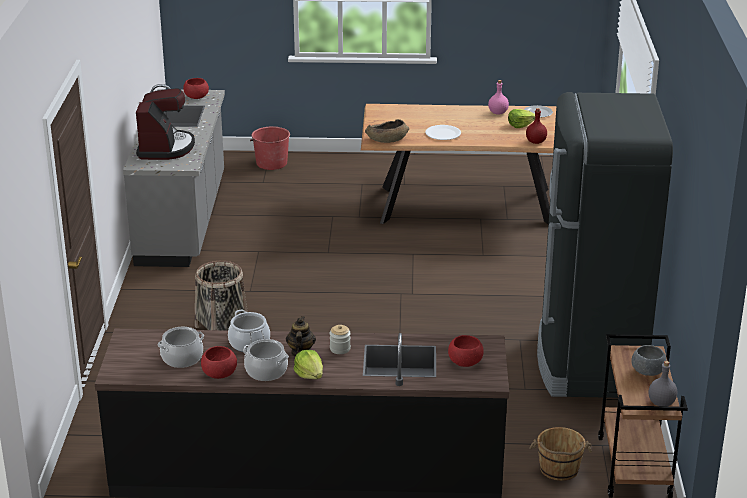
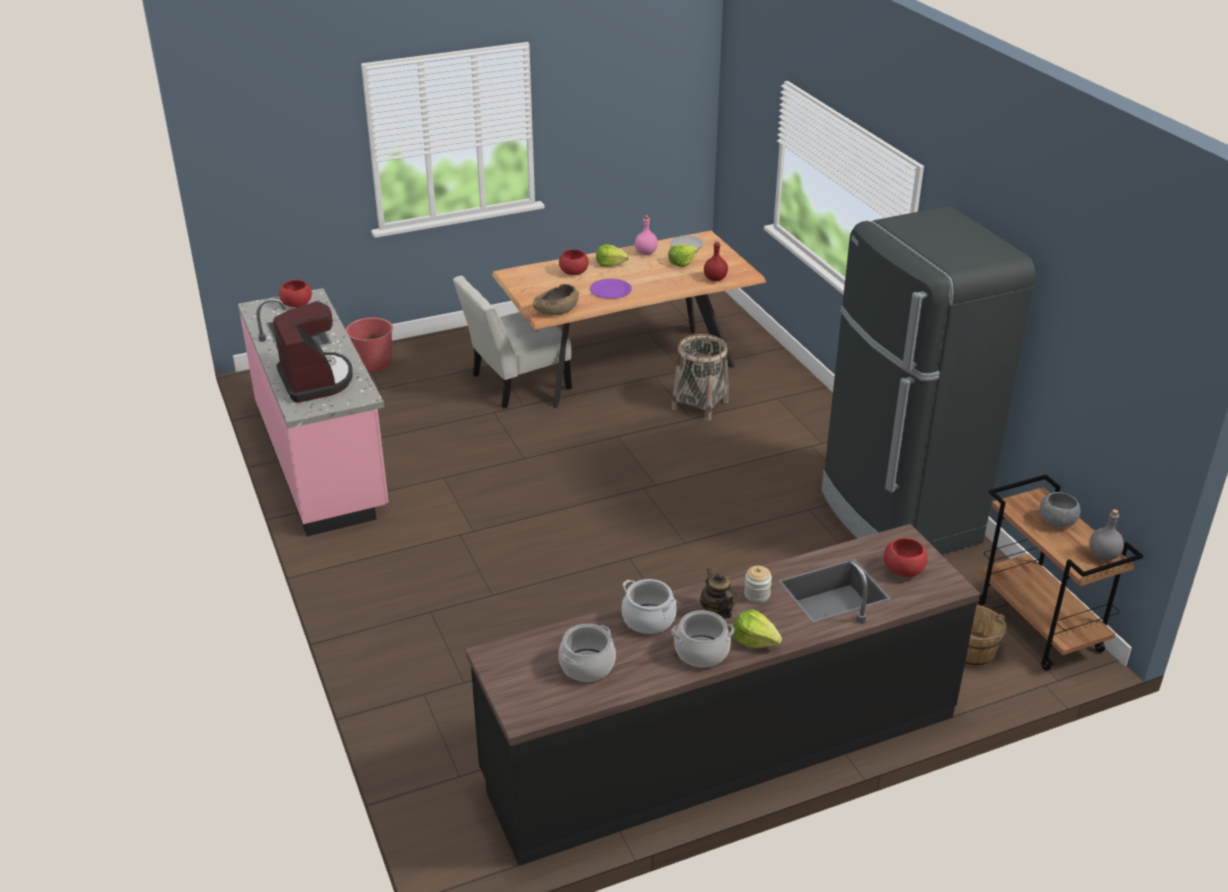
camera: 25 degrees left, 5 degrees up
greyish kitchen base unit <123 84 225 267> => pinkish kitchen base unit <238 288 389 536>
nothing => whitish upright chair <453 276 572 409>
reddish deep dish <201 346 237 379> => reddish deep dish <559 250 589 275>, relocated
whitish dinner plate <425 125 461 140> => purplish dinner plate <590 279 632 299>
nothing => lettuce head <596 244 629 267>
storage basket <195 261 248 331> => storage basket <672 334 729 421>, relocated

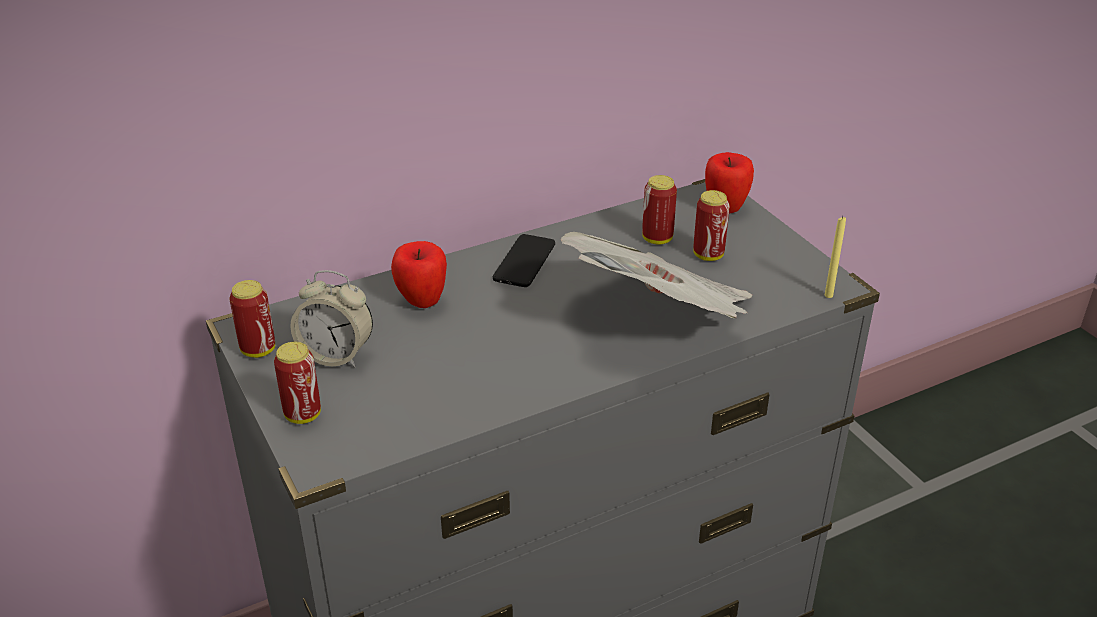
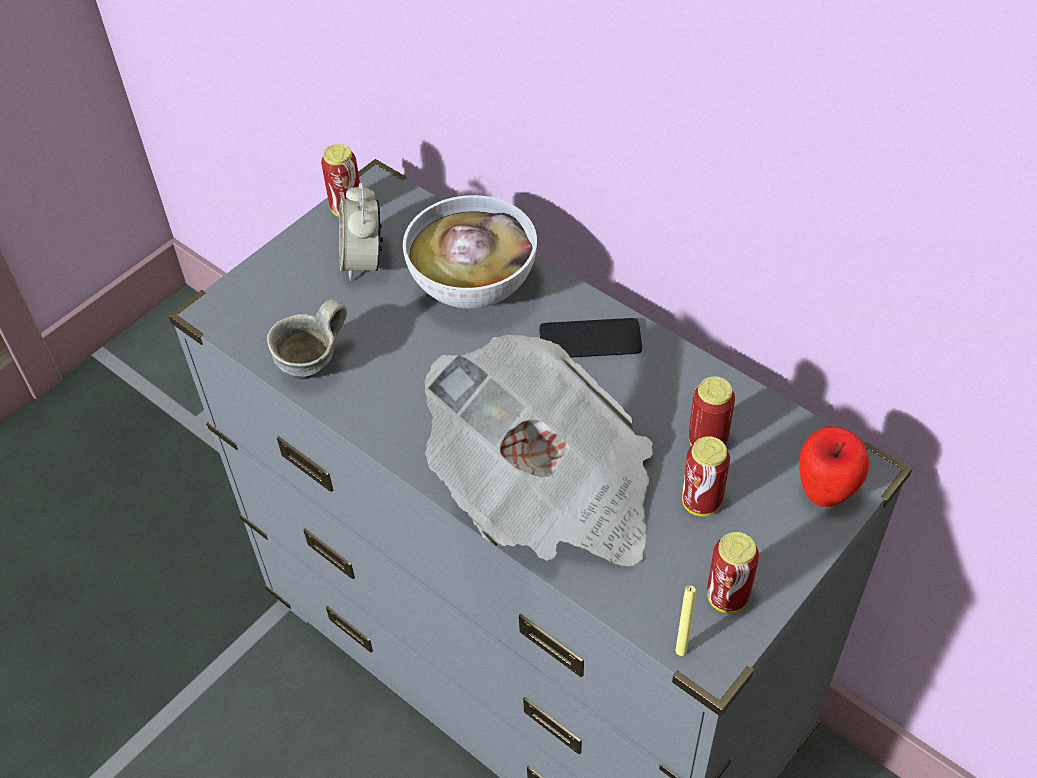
camera: 70 degrees right, 15 degrees up
nothing => greyish mug <267 299 347 379>
whole apple <391 241 447 308> => deep dish <403 195 537 309>
metal can <274 342 321 424> => metal can <707 532 759 613>, relocated

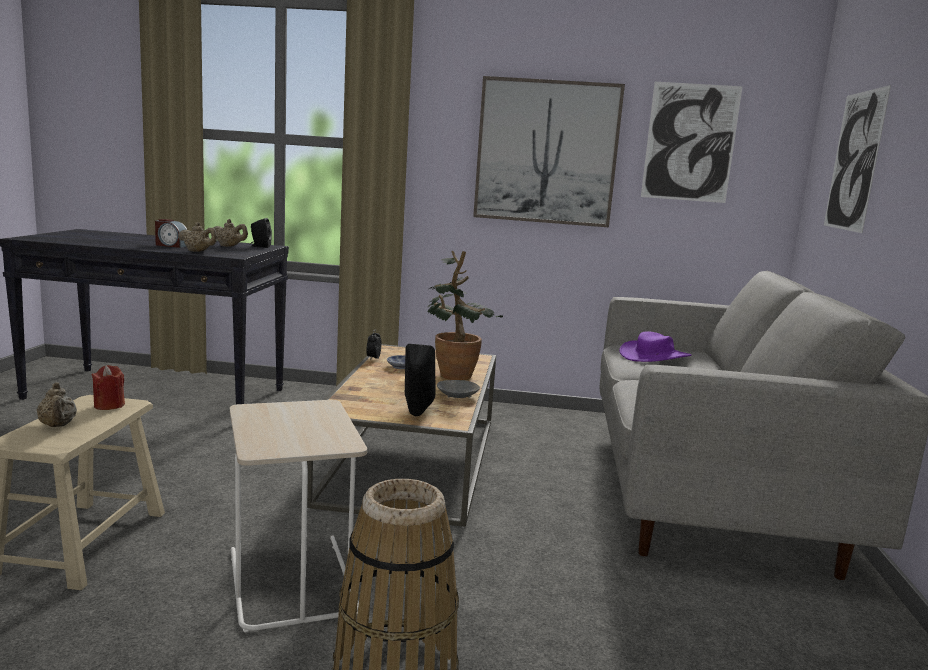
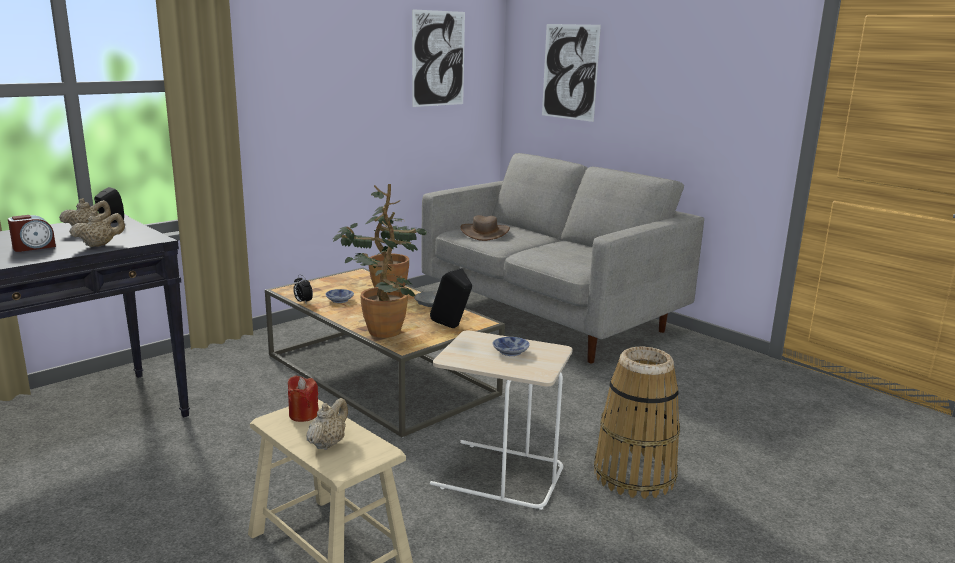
camera: 50 degrees left, 5 degrees up
beige tea pot <36 382 77 427> => beige tea pot <307 398 348 450>, 75 degrees counterclockwise
nothing => plant in a pot <345 207 418 338>
purplish clothing hat <619 332 691 362> => brownish clothing hat <460 215 510 241>
nothing => deep dish <493 337 530 356>
wall picture <473 76 625 227> => nothing

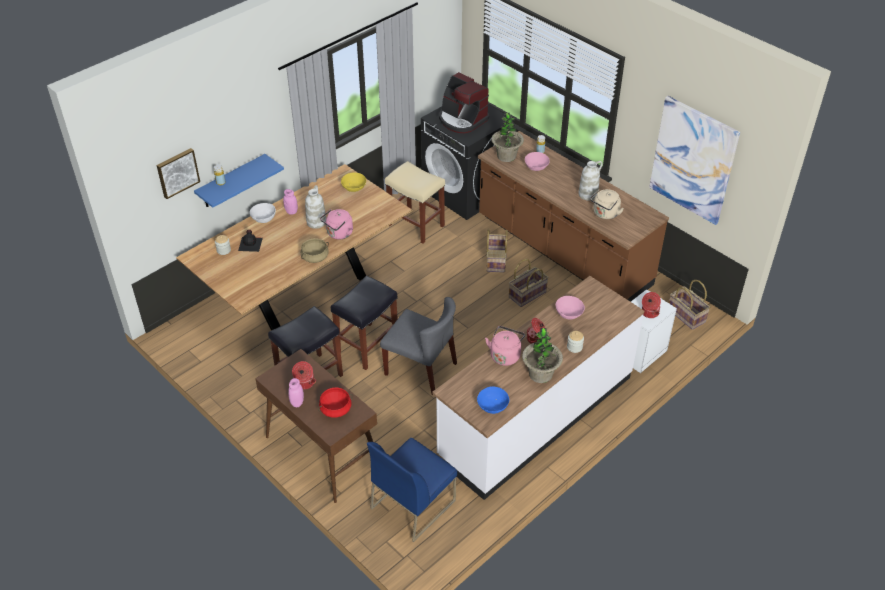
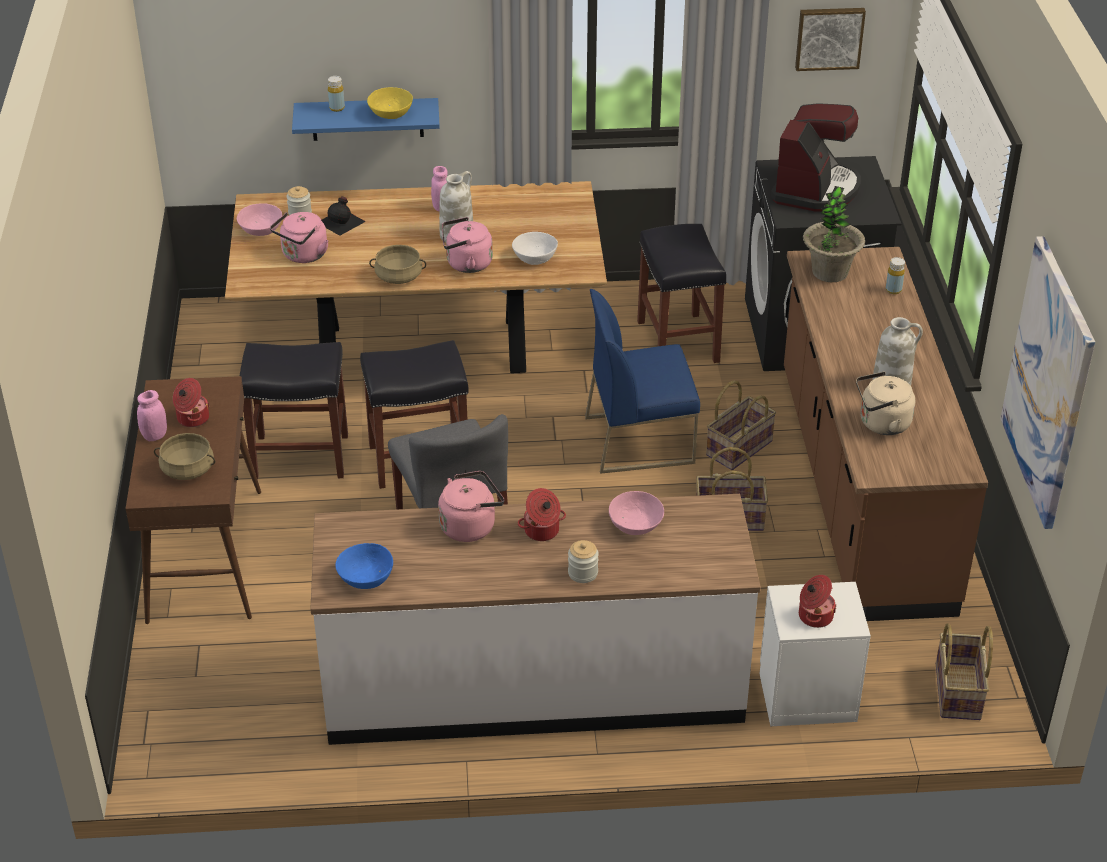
camera: 40 degrees right, 5 degrees down
reddish cooking pot <318 388 353 418> => beige cooking pot <154 433 215 480>
pinkish deep dish <525 152 550 171> => pinkish deep dish <237 203 282 236>, relocated
nothing => pinkish tea kettle <270 212 329 263>
yellow-coloured deep dish <341 173 366 192> => yellow-coloured deep dish <367 87 413 119>, relocated
whitish deep dish <250 203 276 223> => whitish deep dish <512 232 558 265>, relocated
blue-coloured upright chair <367 438 457 542> => blue-coloured upright chair <585 289 700 474>, relocated
beige stool <385 161 445 244> => black stool <637 224 726 363>
coffee machine <439 72 489 133> => coffee machine <771 103 861 211>, 150 degrees counterclockwise
wall picture <157 148 200 199> => wall picture <795 8 866 71>, relocated
plant in a pot <522 328 563 383> => nothing

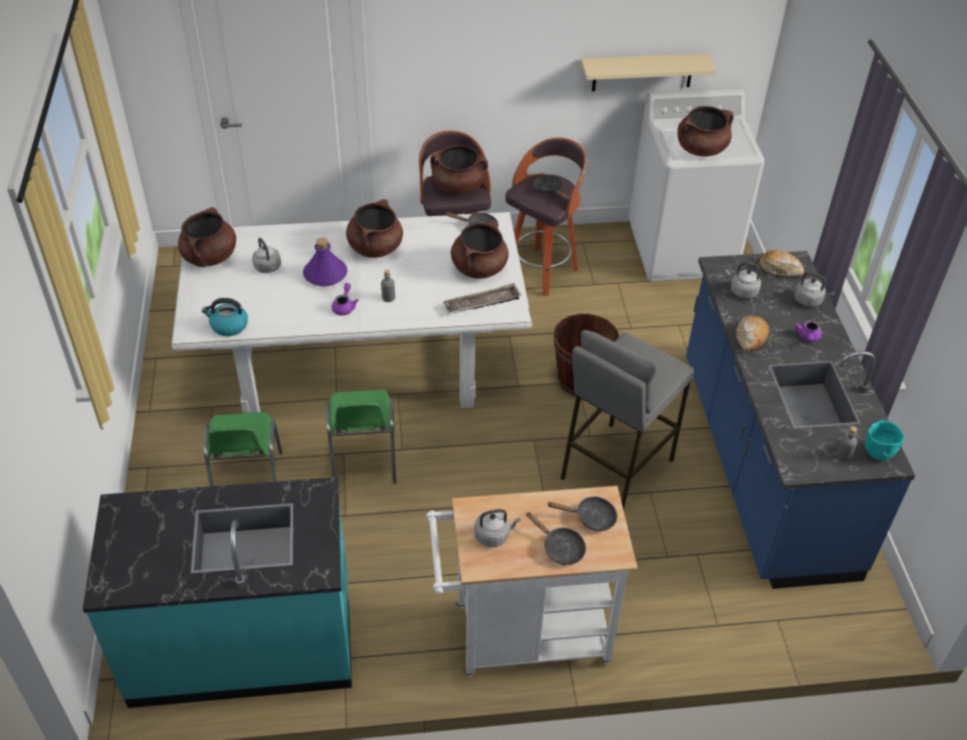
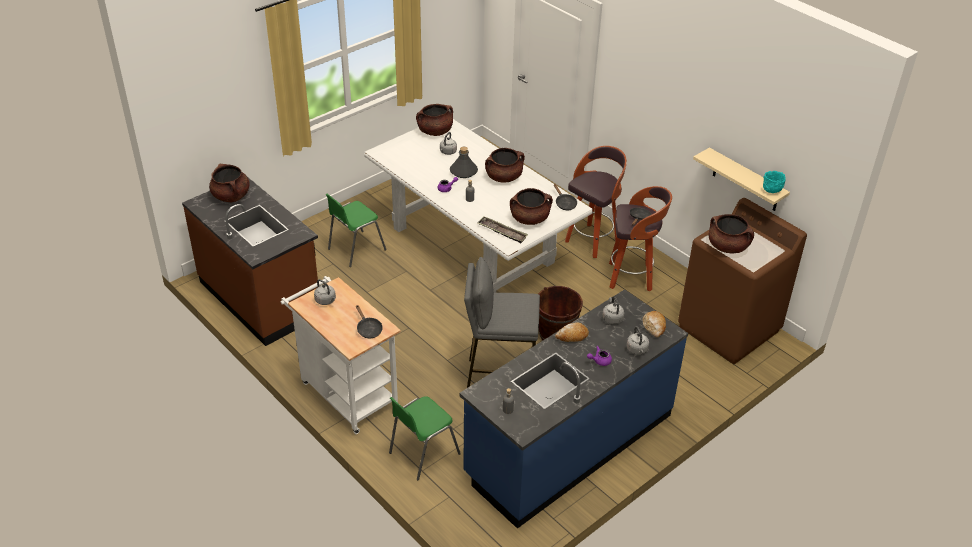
camera: 55 degrees right, 5 degrees down
blue-green kitchen base unit <83 477 352 708> => brownish kitchen base unit <182 178 318 346>
brownish cooking pot <430 145 488 194> => brownish cooking pot <209 164 250 202>, relocated
green-coloured upright chair <325 389 396 484> => green-coloured upright chair <389 396 461 480>, relocated
purplish bottle <303 238 347 286> => greyish bottle <450 147 478 178>
whitish laundry machine <629 88 764 281> => brownish laundry machine <678 198 807 364>
blue-green deep dish <865 420 904 460> => blue-green deep dish <763 171 786 193>, relocated
tea kettle <202 298 248 336> => nothing
black frying pan <526 512 586 565> => nothing

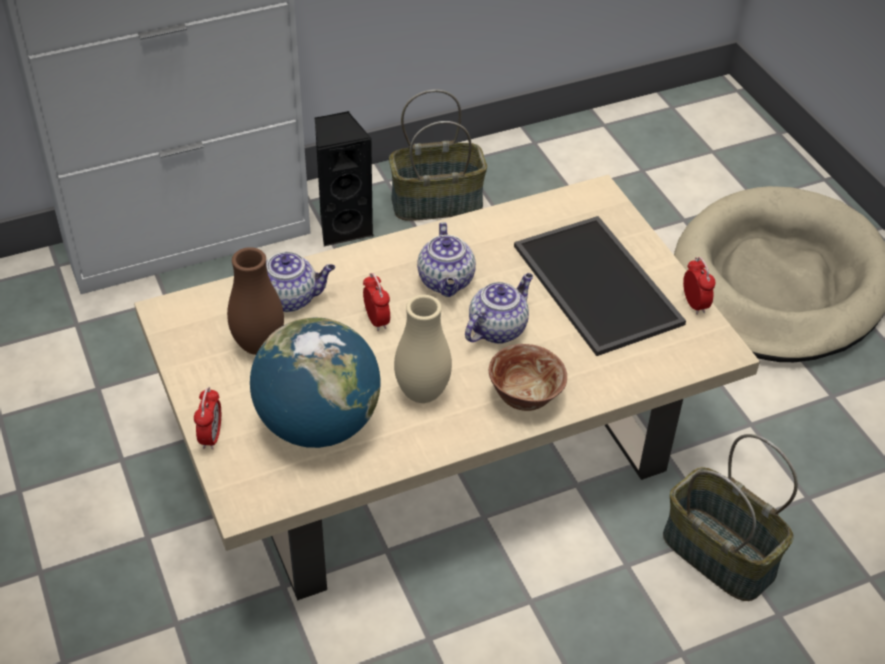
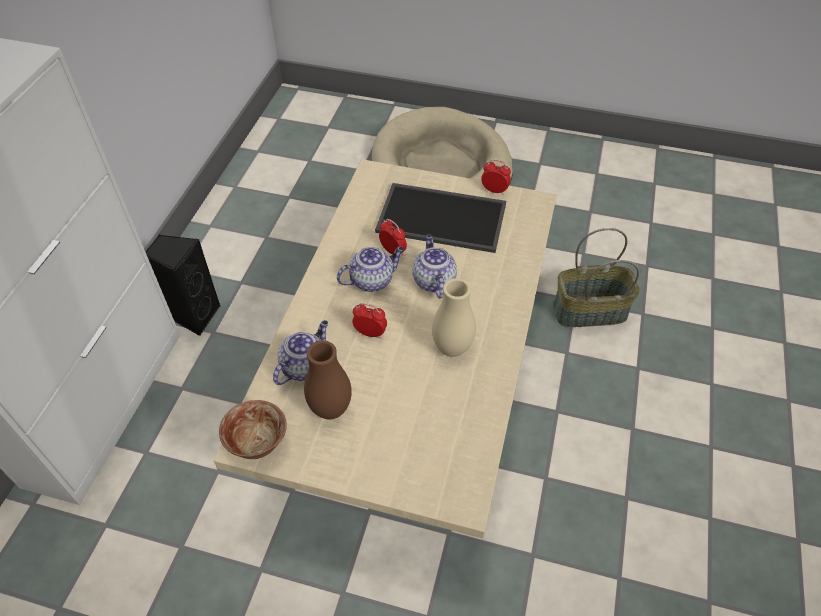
camera: 50 degrees left, 5 degrees up
deep dish <489 344 567 411> => deep dish <219 400 287 459>, relocated
tea pot <417 222 476 297> => tea pot <337 246 404 292>, 60 degrees counterclockwise
alarm clock <194 387 221 450> => alarm clock <379 219 407 255>, relocated
world globe <250 317 380 448> => nothing
storage basket <389 89 487 221> => nothing

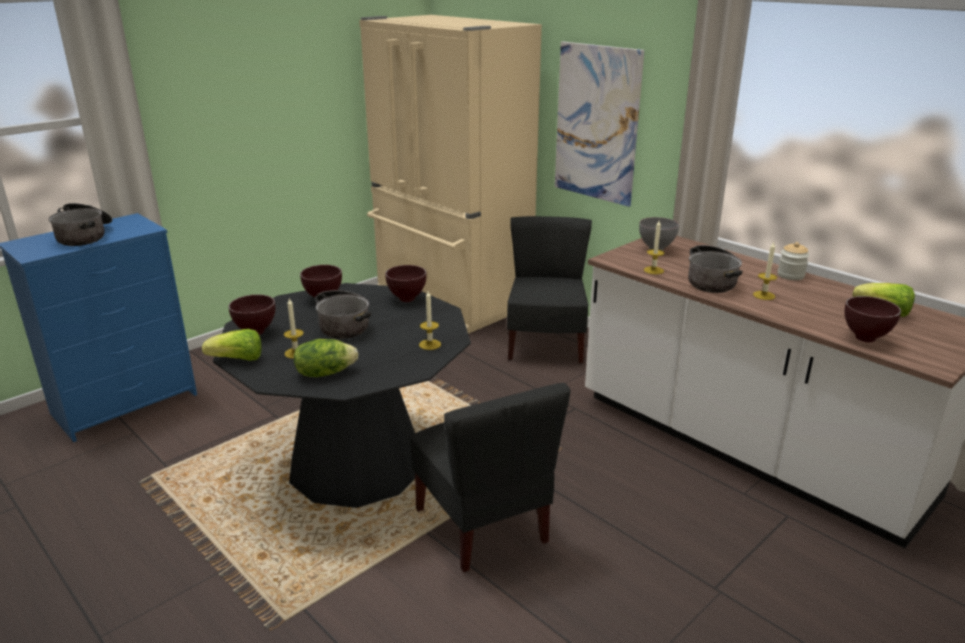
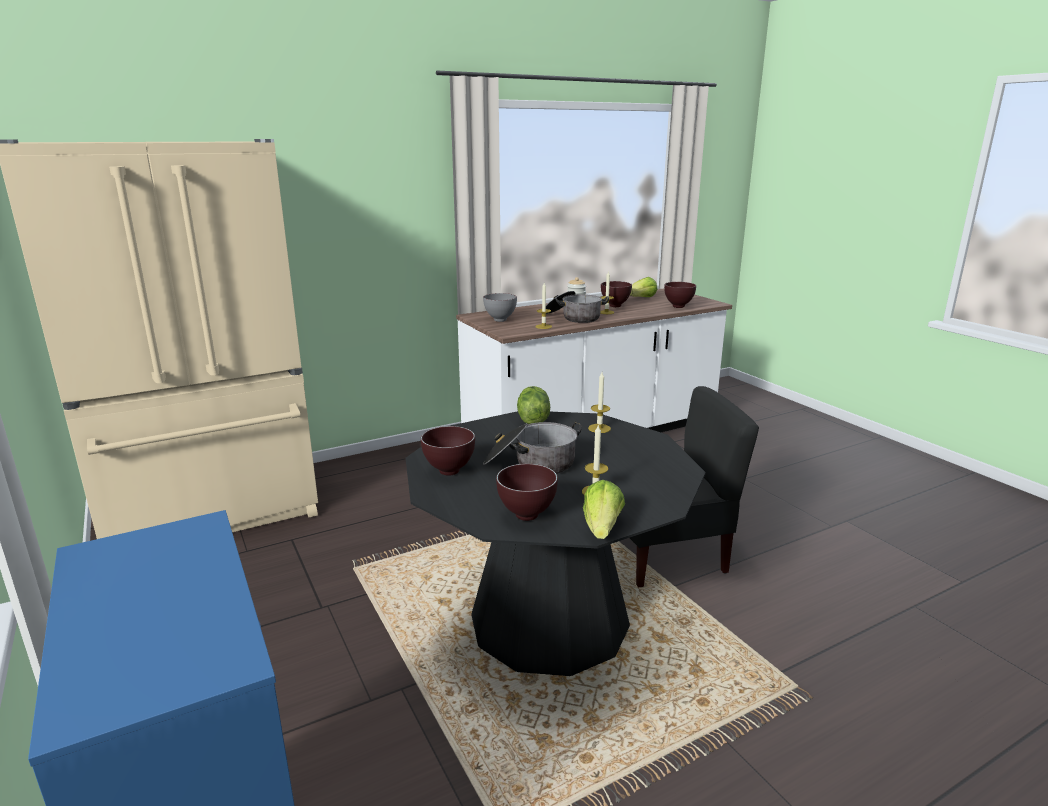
camera: 75 degrees left, 5 degrees down
lettuce head <294 339 358 377> => lettuce head <517 386 550 424>, relocated
brownish deep dish <385 265 426 302> => brownish deep dish <601 281 632 307>, relocated
cooking pot <48 203 112 246> => nothing
black upright chair <507 216 592 363> => nothing
wall picture <555 41 644 207> => nothing

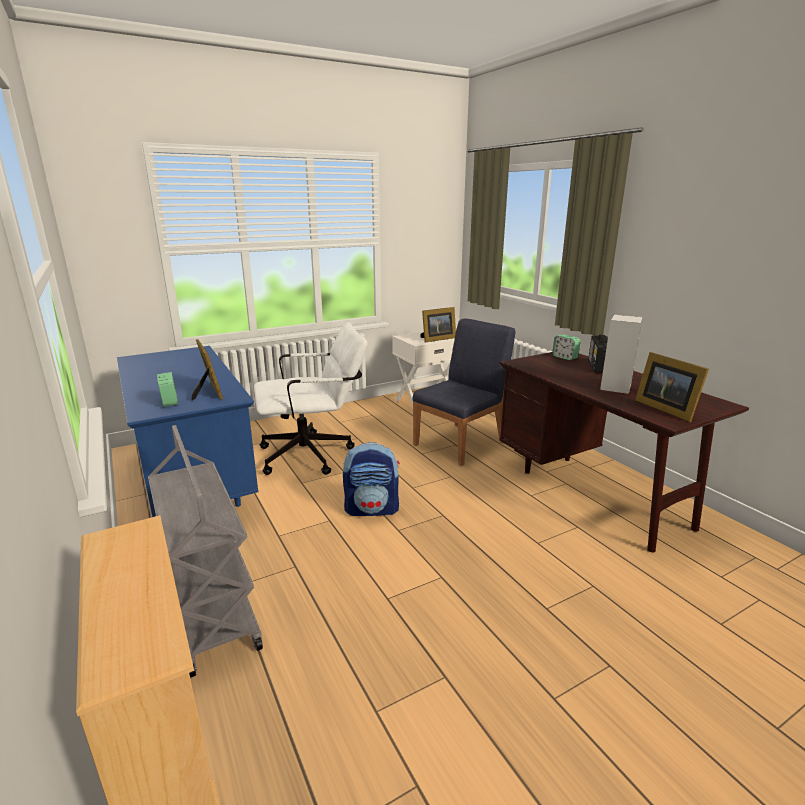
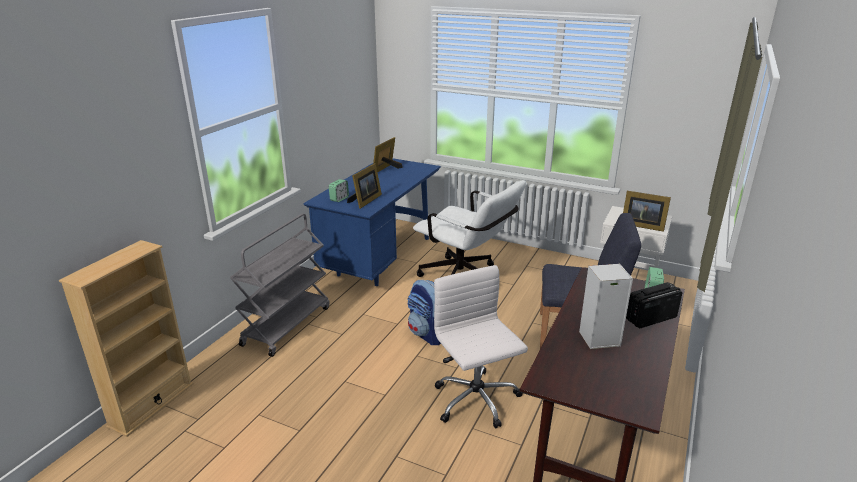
camera: 55 degrees right, 5 degrees up
photo frame <635 352 709 422> => photo frame <373 137 403 173>, relocated
nothing => whitish computer chair <434 265 528 428>

